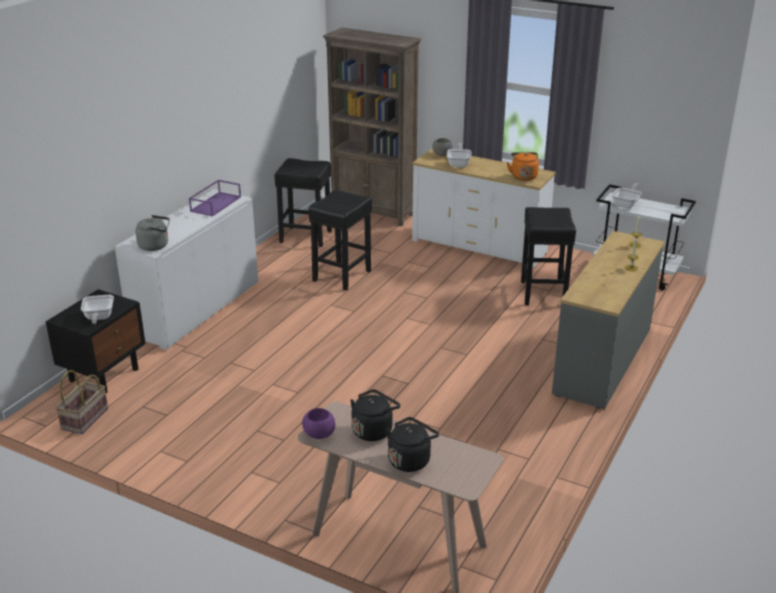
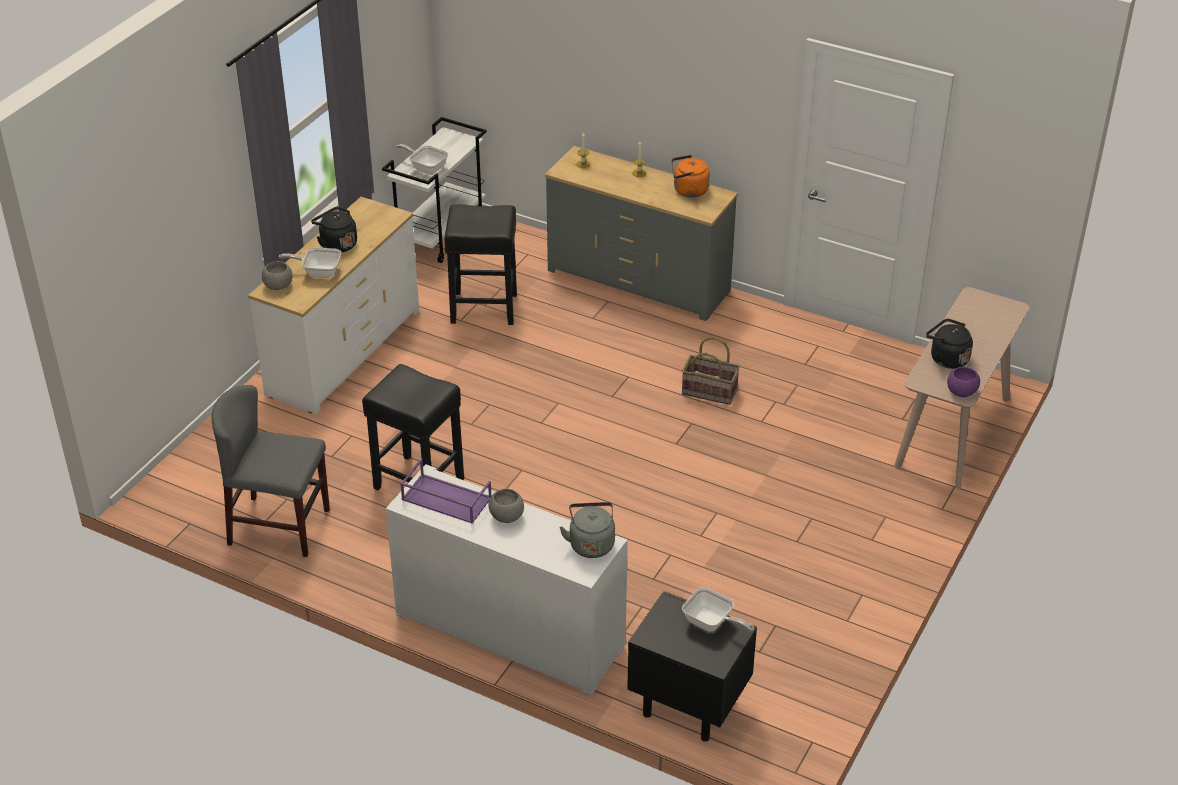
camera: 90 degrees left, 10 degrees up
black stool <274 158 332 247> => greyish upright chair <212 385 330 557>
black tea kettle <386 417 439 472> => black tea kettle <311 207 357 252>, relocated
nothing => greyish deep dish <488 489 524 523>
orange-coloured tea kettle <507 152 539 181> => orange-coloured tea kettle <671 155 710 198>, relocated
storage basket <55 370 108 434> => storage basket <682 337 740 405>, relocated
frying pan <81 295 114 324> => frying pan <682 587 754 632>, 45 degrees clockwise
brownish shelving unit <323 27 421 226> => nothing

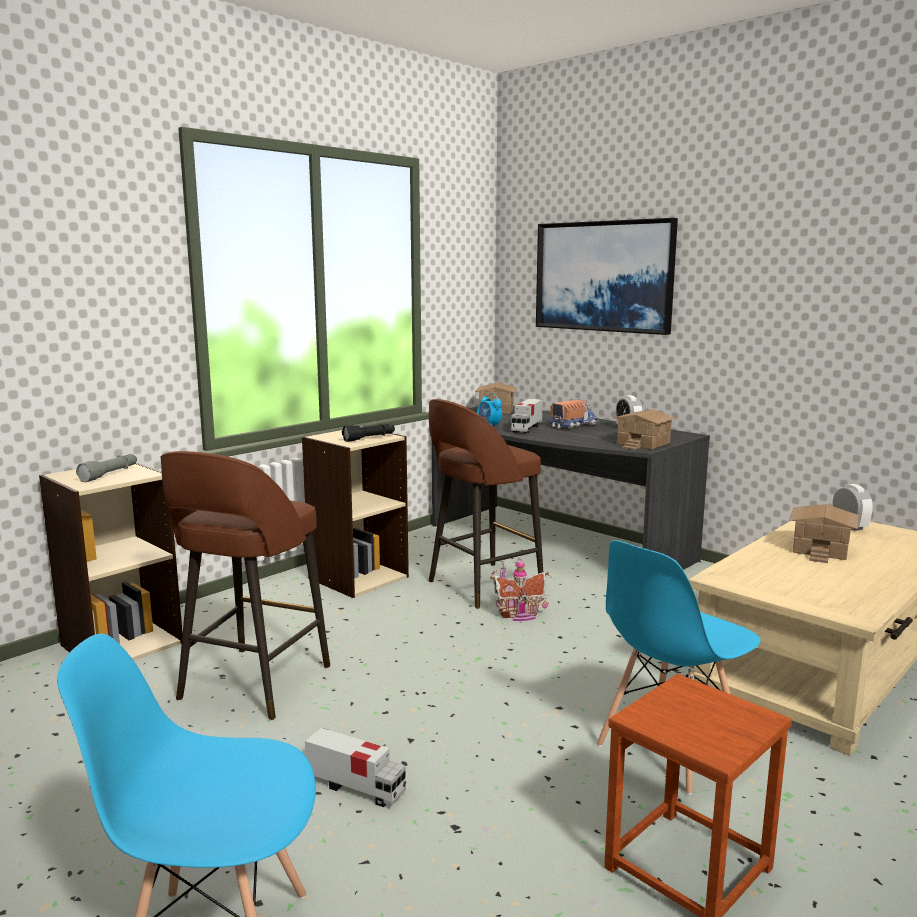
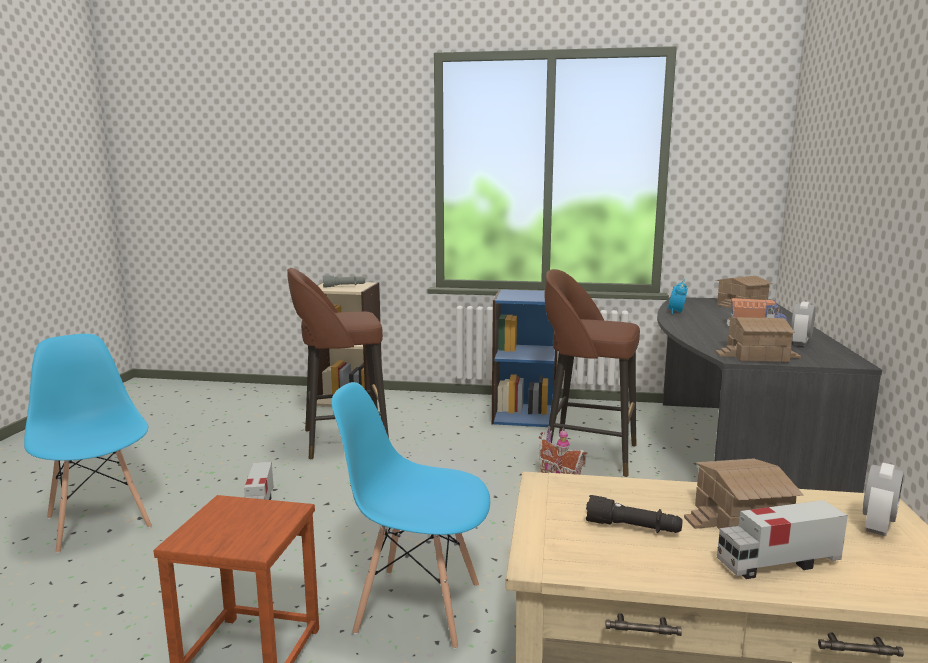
camera: 55 degrees right, 0 degrees up
beige shelving unit <302 430 409 598> => blue-coloured shelving unit <492 289 558 427>
black hand torch <342 424 395 442> => black hand torch <586 495 683 533>, relocated
toy lorry <511 399 543 433> => toy lorry <717 500 848 579>, relocated
wall picture <536 218 678 335> => nothing

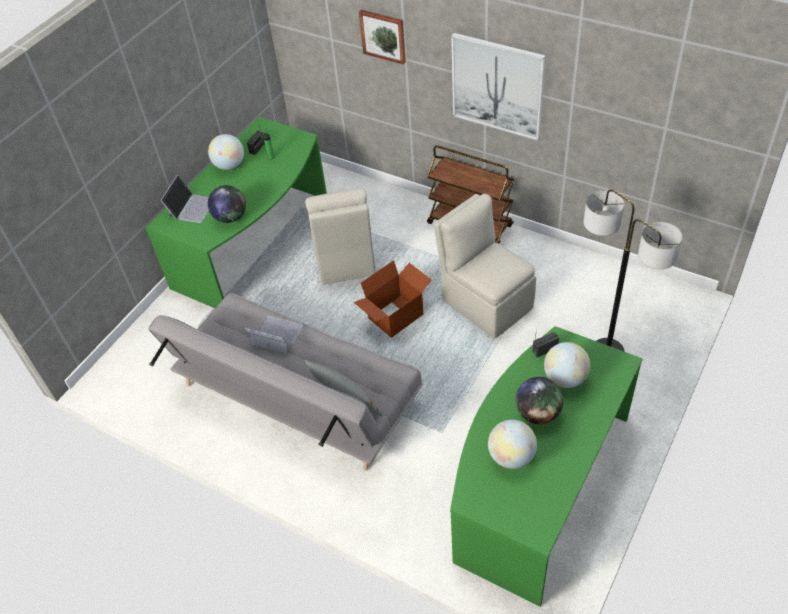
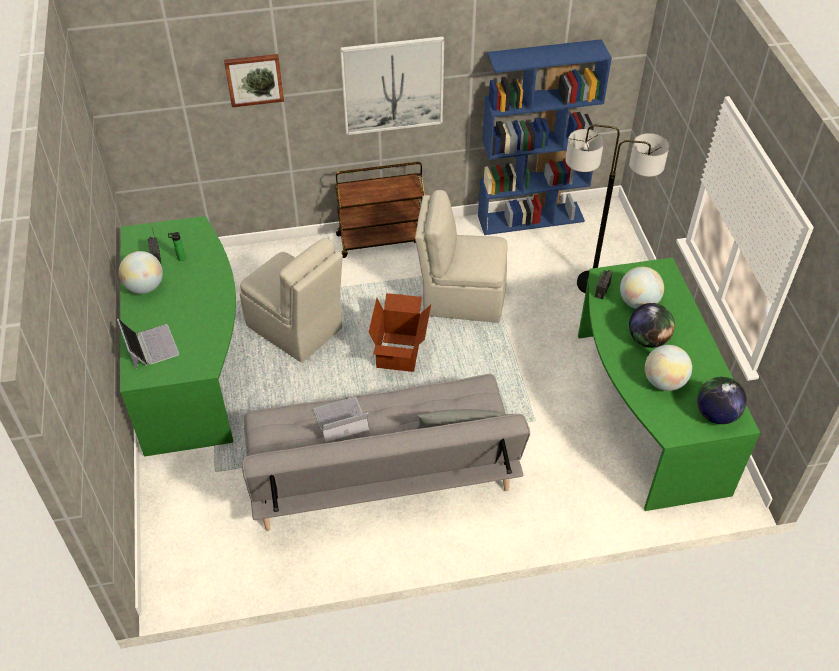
camera: 45 degrees left, 0 degrees up
nothing => blue-coloured shelving unit <478 39 612 235>
world globe <208 185 246 223> => world globe <697 377 747 424>, relocated

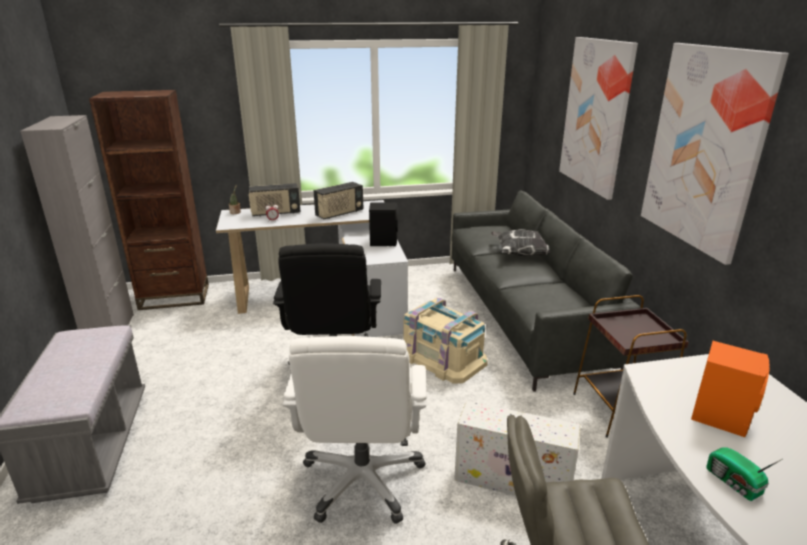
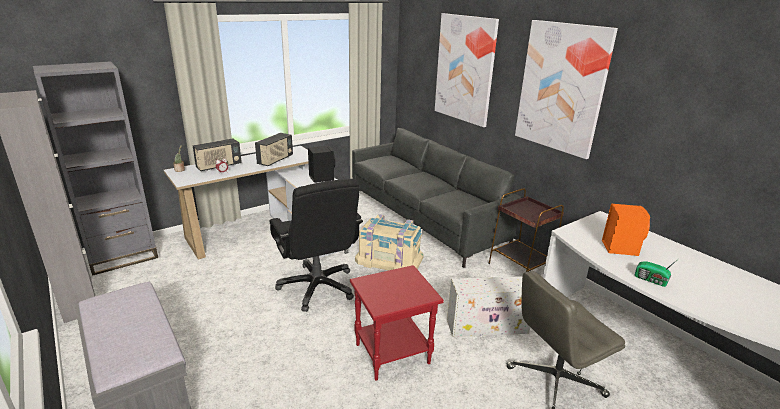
camera: 25 degrees left, 0 degrees up
brownish shelving unit <89 90 209 310> => greyish shelving unit <33 61 158 276>
whitish computer chair <282 336 427 524> => reddish side table <350 265 444 381>
pillow <491 229 550 256> => nothing

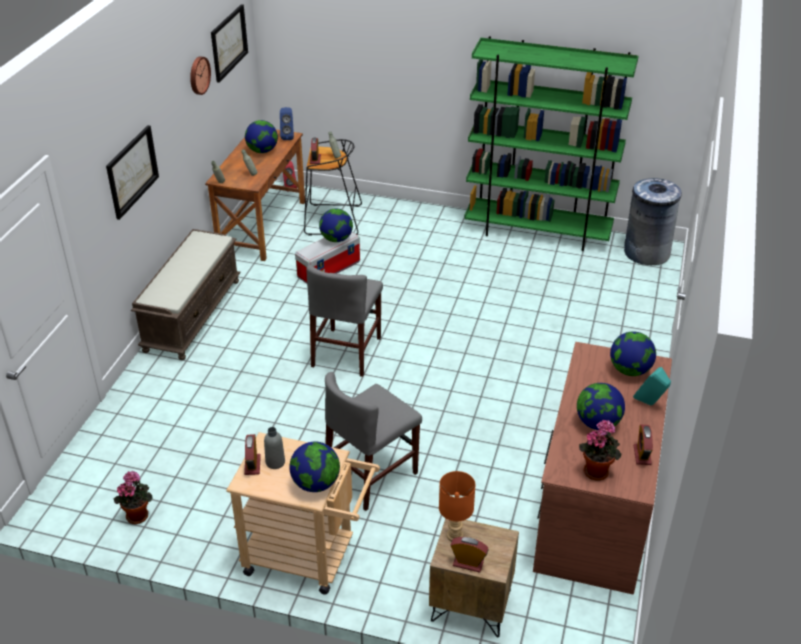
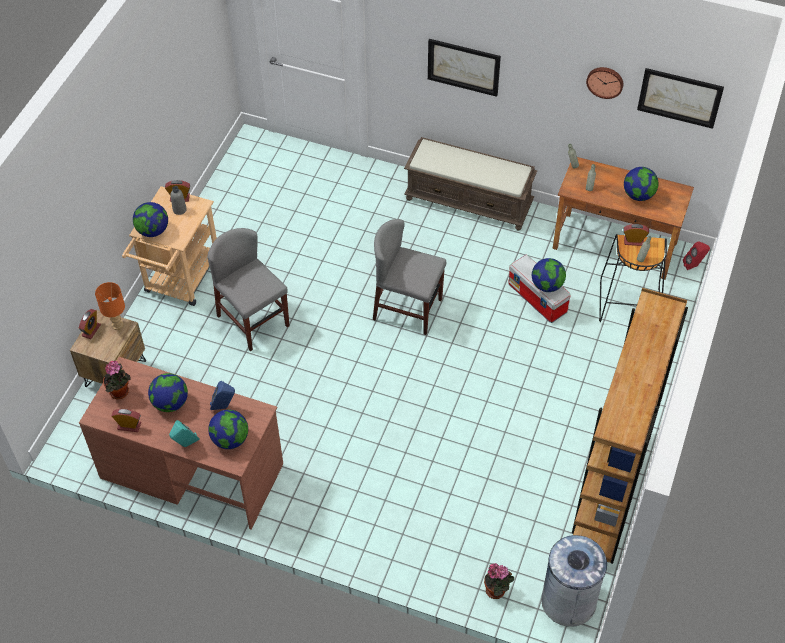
camera: 95 degrees right, 15 degrees up
blue-coloured loudspeaker <280 107 294 140> => blue-coloured loudspeaker <210 381 235 410>, relocated
plant in a pot <114 471 153 524> => plant in a pot <484 563 514 599>, relocated
green-coloured shelving unit <464 36 639 251> => brownish shelving unit <572 288 688 564>

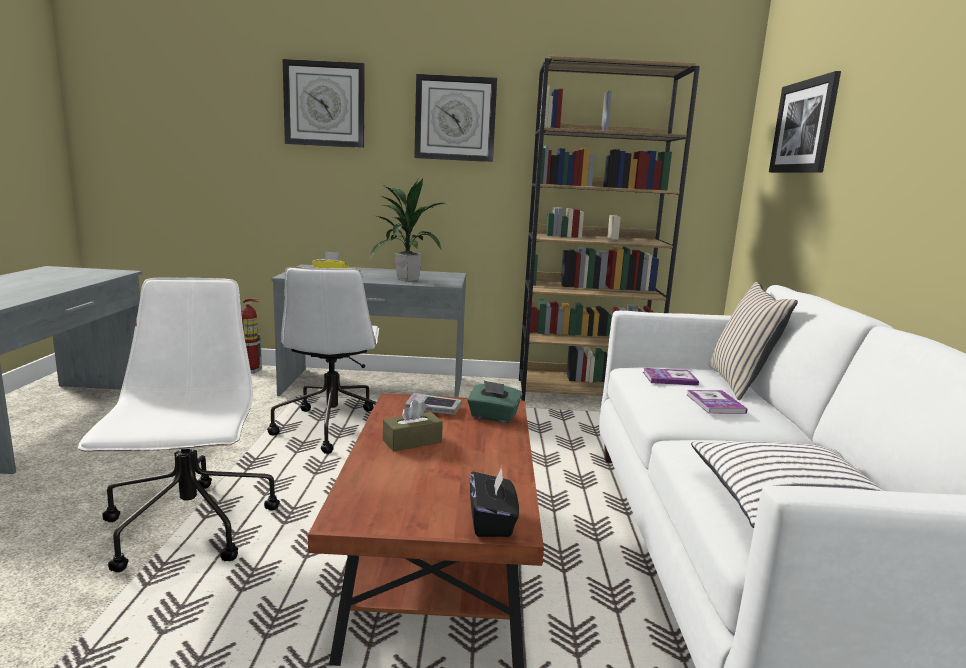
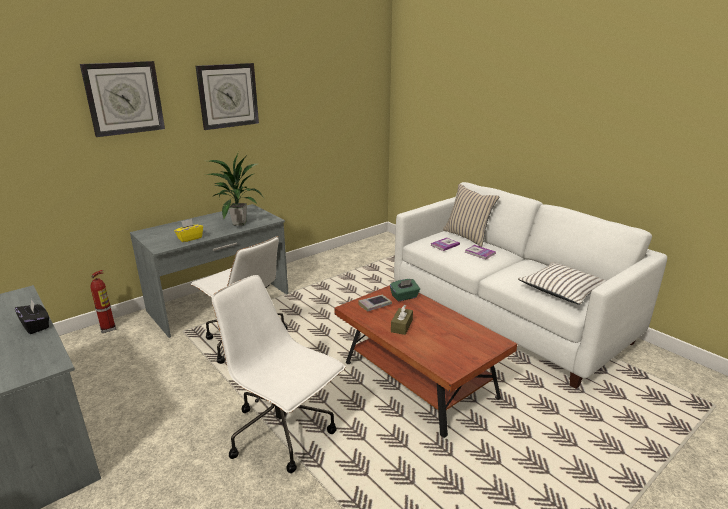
camera: 40 degrees left, 10 degrees up
black tissue box <470 467 519 537> => black tissue box <15 299 49 334>, relocated
brownish shelving unit <519 56 700 401> => nothing
wall picture <769 71 841 173> => nothing

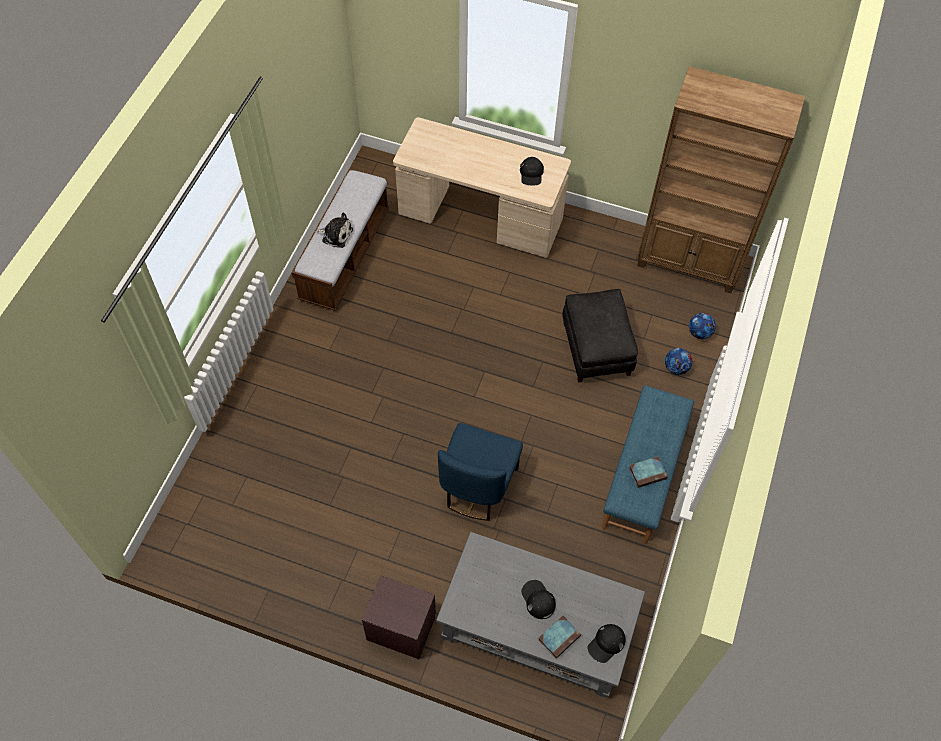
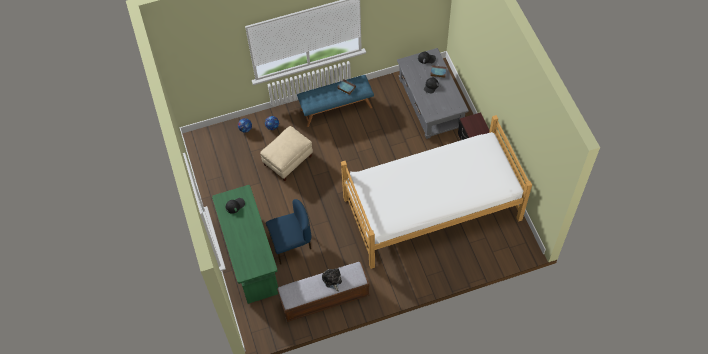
camera: 125 degrees left, 0 degrees up
beige desk unit <393 117 571 258> => green-coloured desk unit <212 185 278 304>
black footrest <562 289 638 383> => beige footrest <260 126 313 181>
blue-coloured upright chair <438 423 523 521> => blue-coloured upright chair <266 199 311 265>, relocated
nothing => bedroom bed <341 115 532 269>
brownish shelving unit <637 66 805 293> => nothing

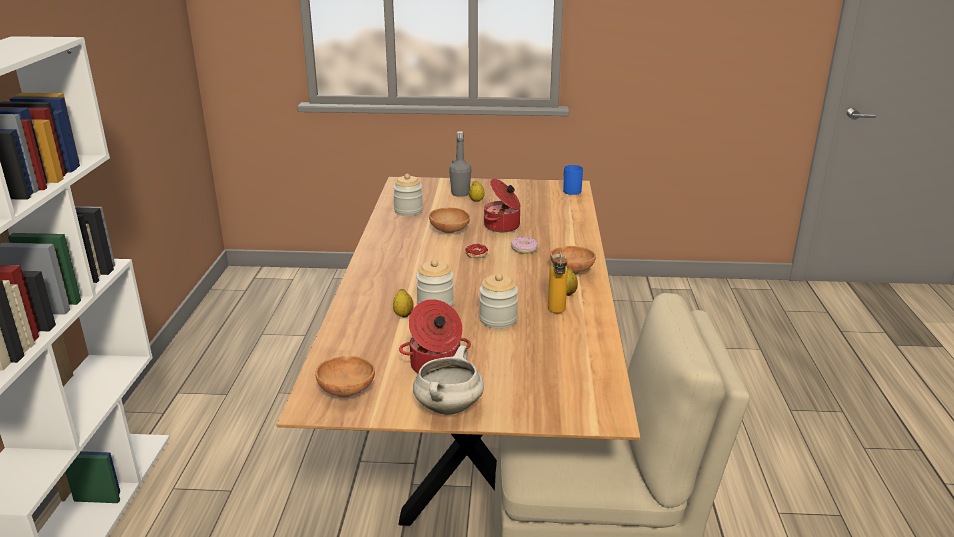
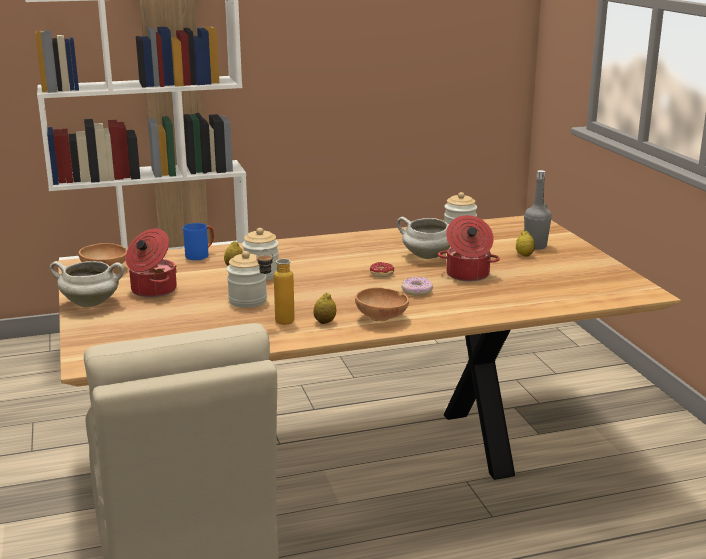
camera: 70 degrees right, 5 degrees down
blue-coloured mug <563 165 583 195> => blue-coloured mug <183 223 214 260>, relocated
brownish deep dish <429 208 470 233> => whitish cooking pot <397 217 450 259>

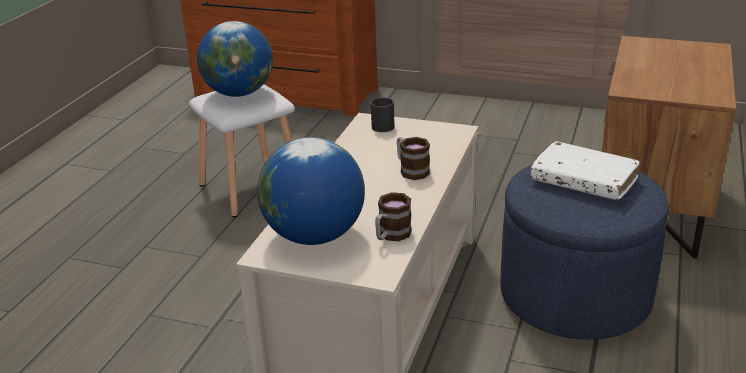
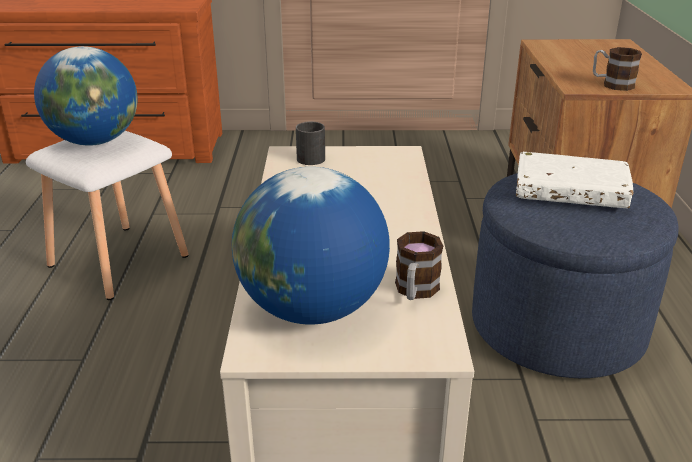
camera: 20 degrees left, 0 degrees up
mug <397 137 430 180> => mug <593 47 642 91>, relocated

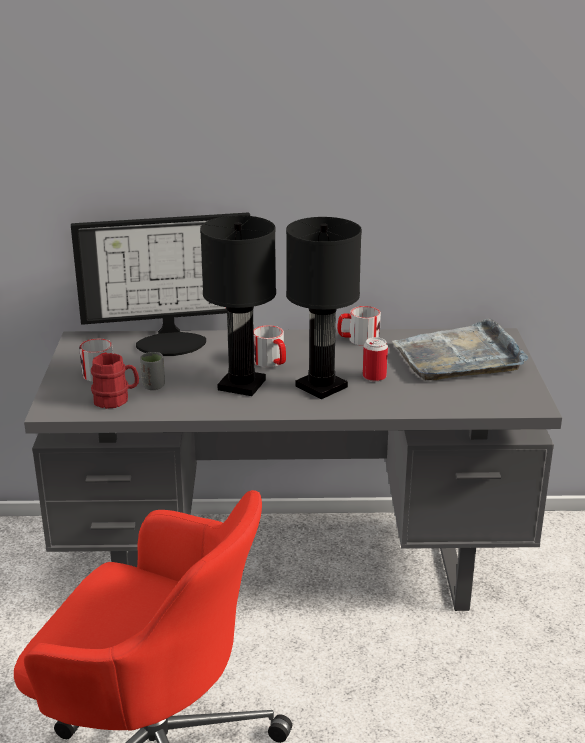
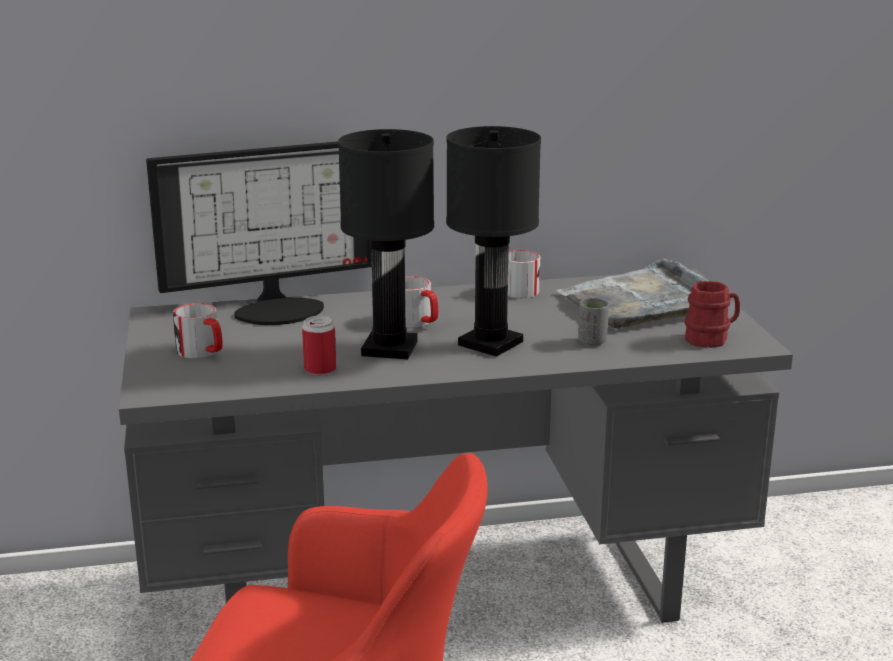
camera: 10 degrees left, 5 degrees down
metal can <363 337 388 381> => metal can <302 316 336 375>, relocated
greyish cup <140 352 165 390> => greyish cup <578 298 609 346>, relocated
reddish mug <91 353 139 409> => reddish mug <685 281 740 348>, relocated

